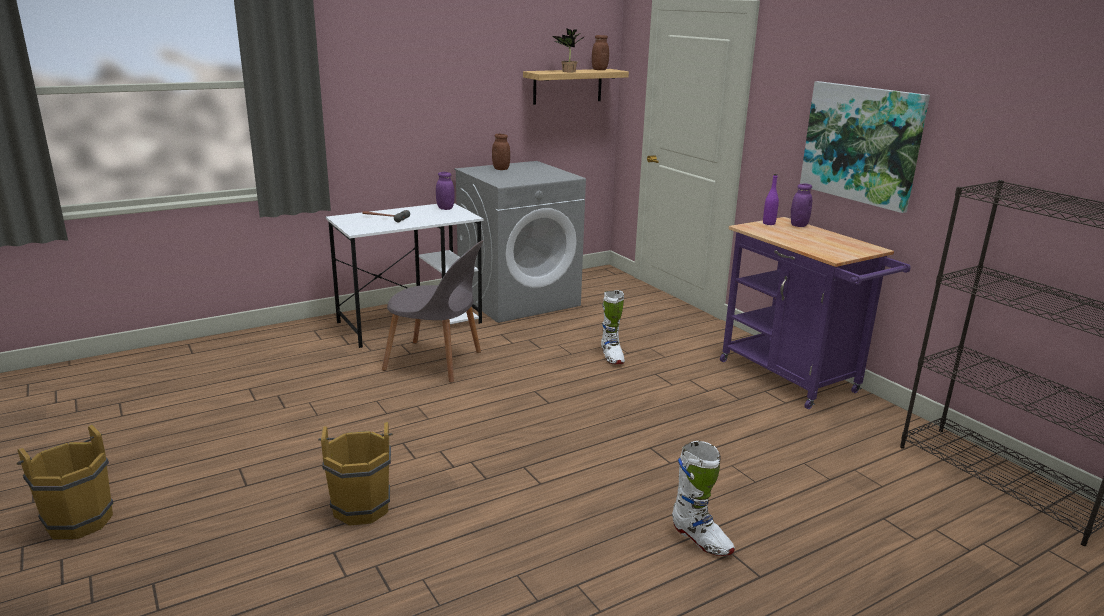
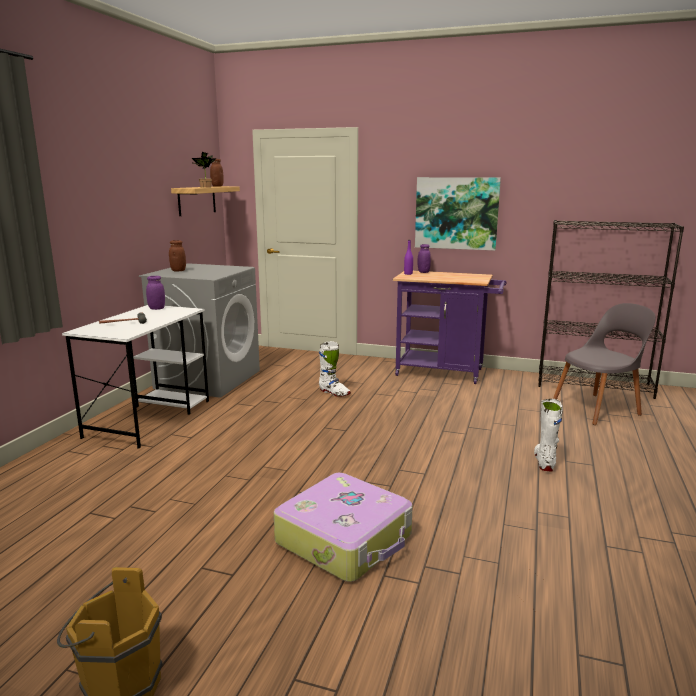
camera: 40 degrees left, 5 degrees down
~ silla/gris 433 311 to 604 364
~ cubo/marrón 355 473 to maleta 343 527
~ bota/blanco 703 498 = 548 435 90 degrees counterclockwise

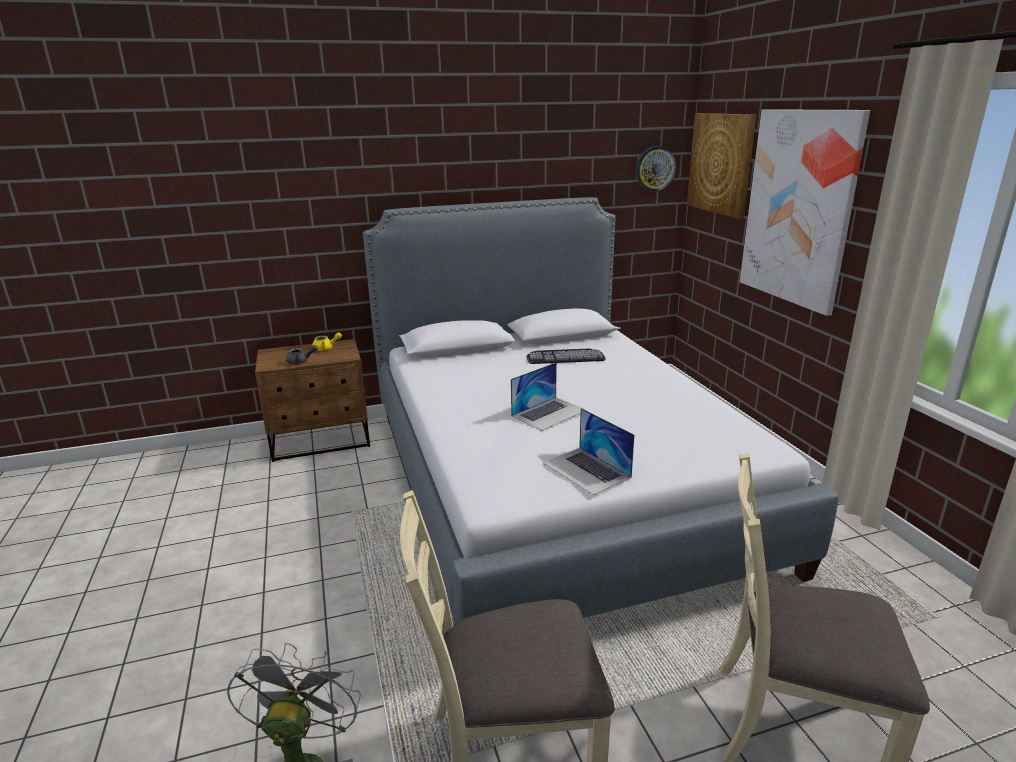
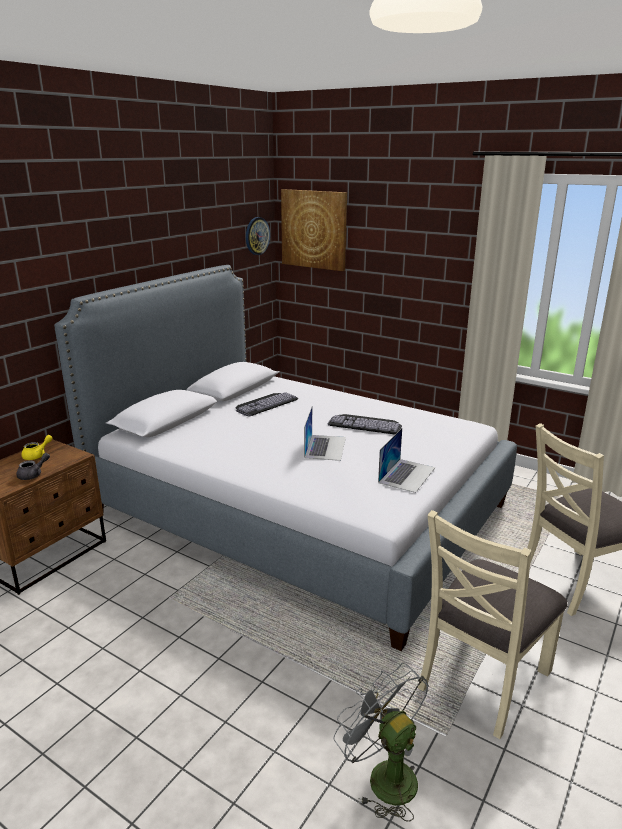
camera: 40 degrees left, 0 degrees up
- cuadro 805 212
+ teclado 365 424
~ portátil 589 451 = 406 460 75 degrees counterclockwise

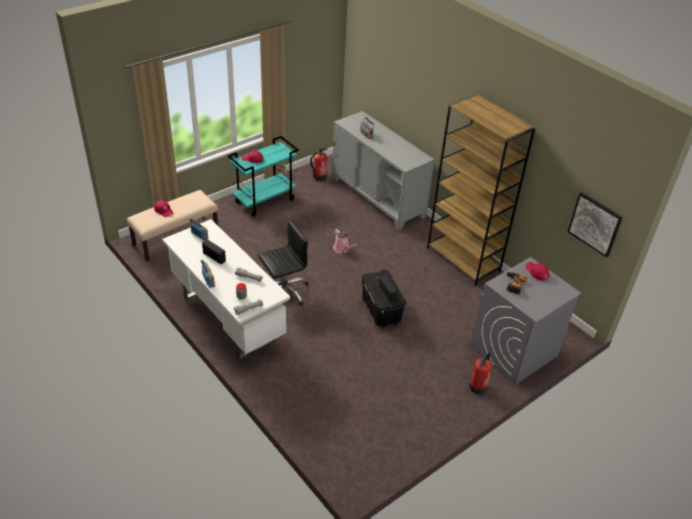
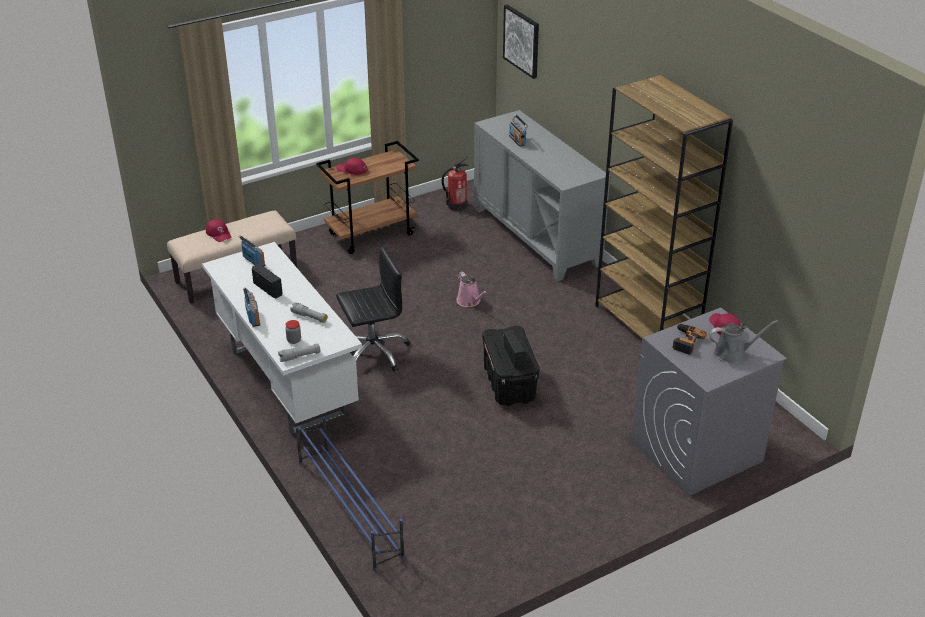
camera: 10 degrees right, 5 degrees down
- extintor 480 373
+ zapatero/azul 350 494
+ regadera/gris 743 341
~ cuadro 595 225 to 521 41
~ carrito/turquesa 263 176 to carrito/marrón 367 197

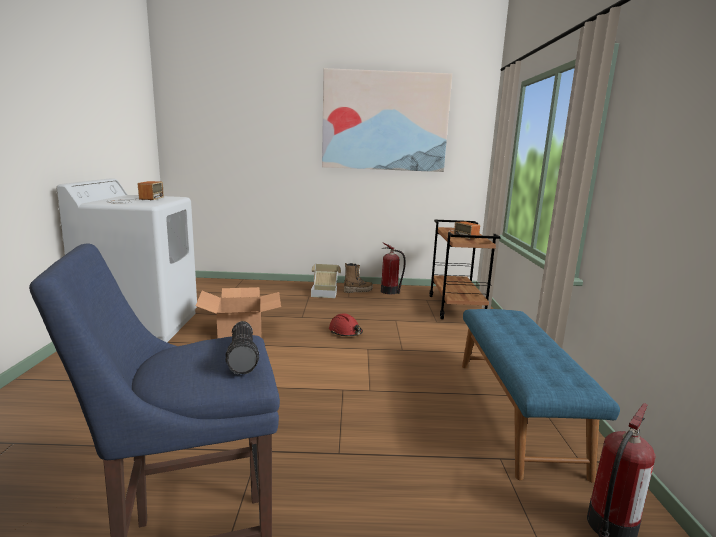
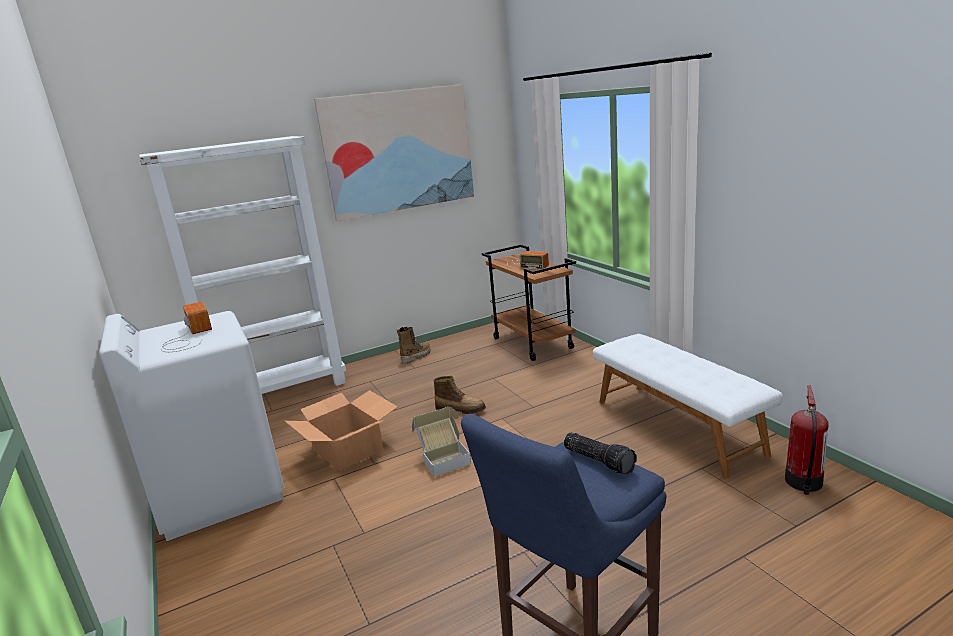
camera: 25 degrees left, 5 degrees up
- extintor 393 268
+ estantería/blanco 242 265
~ caja de cartón 326 281 to 441 442
~ casco/rojo 346 324 to bota 459 395
~ banco/azul 541 396 to banco/blanco 688 406

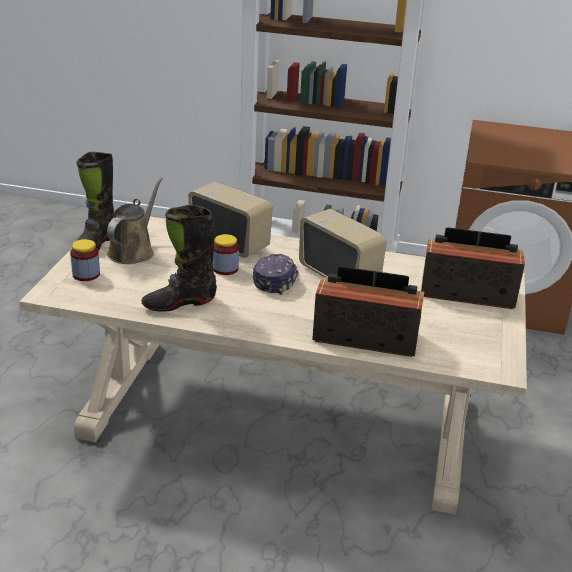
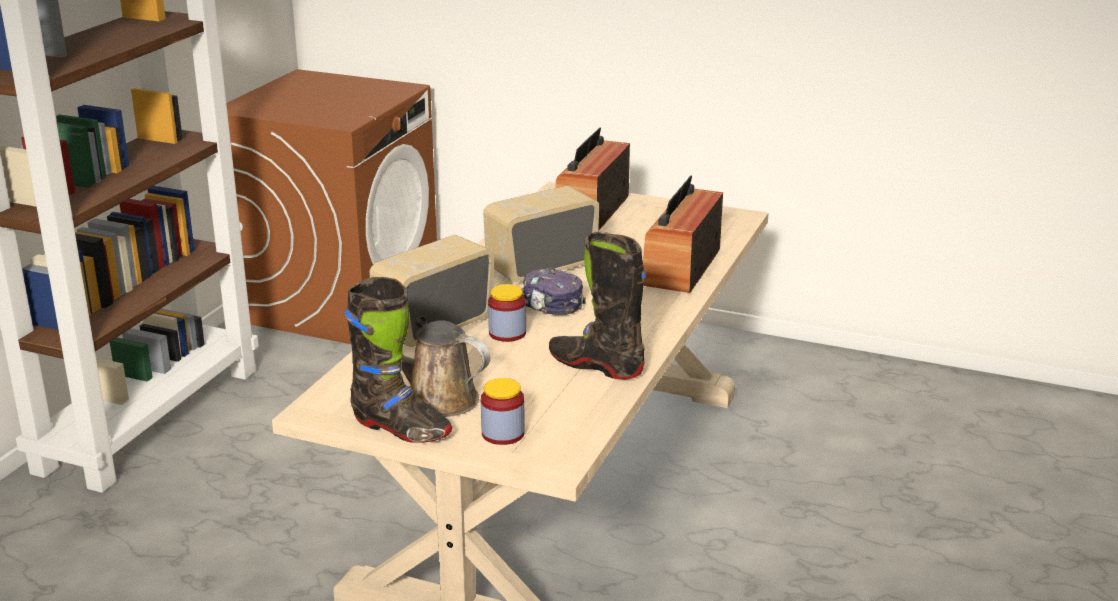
camera: 80 degrees left, 5 degrees down
~ bota/negro 179 258 = 598 306 135 degrees clockwise

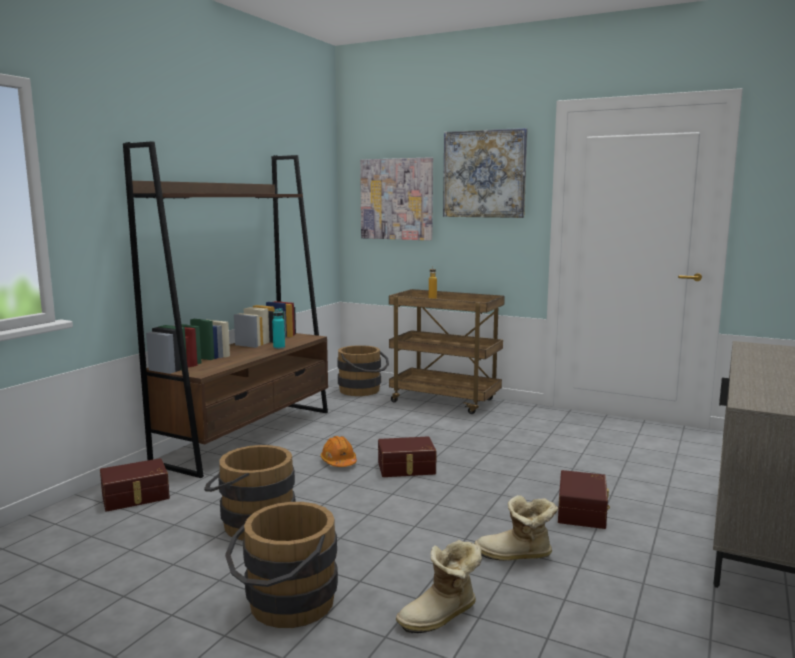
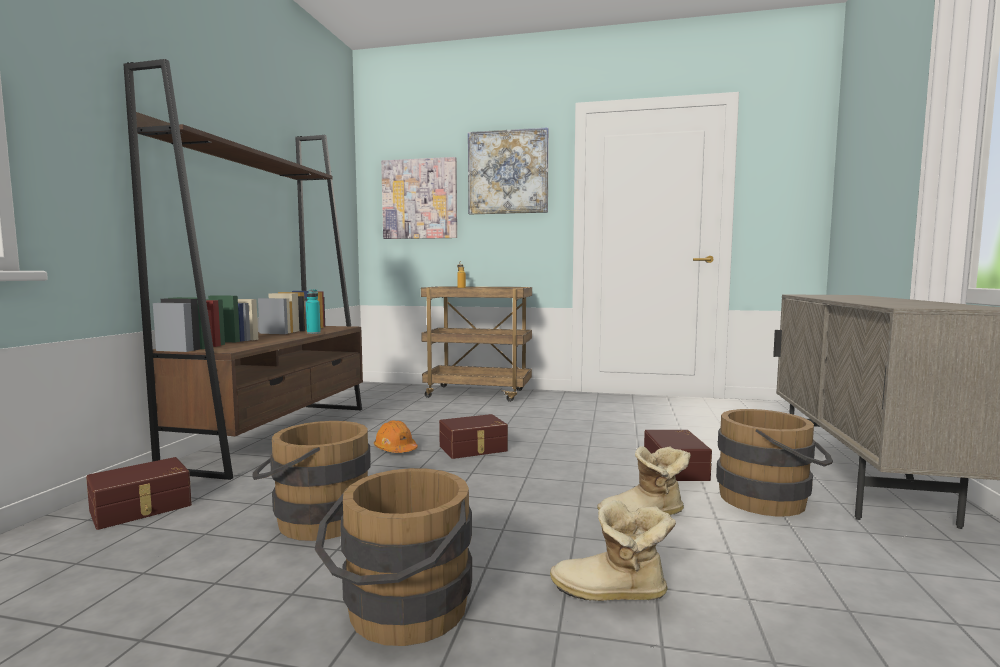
camera: 15 degrees left, 5 degrees down
~ cubo/marrón 363 370 to 774 462
~ bota 439 586 = 613 550 60 degrees clockwise

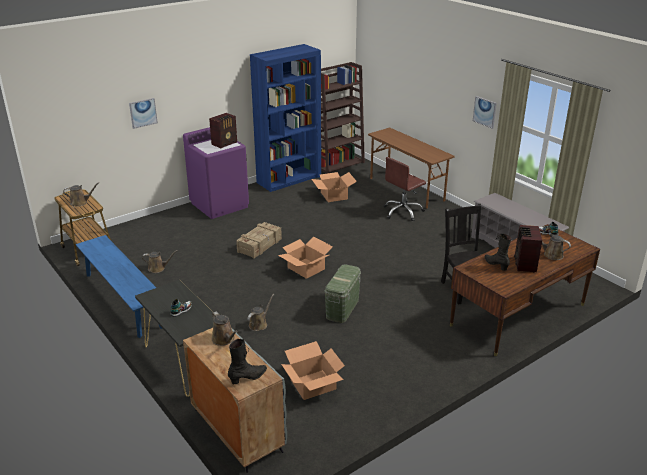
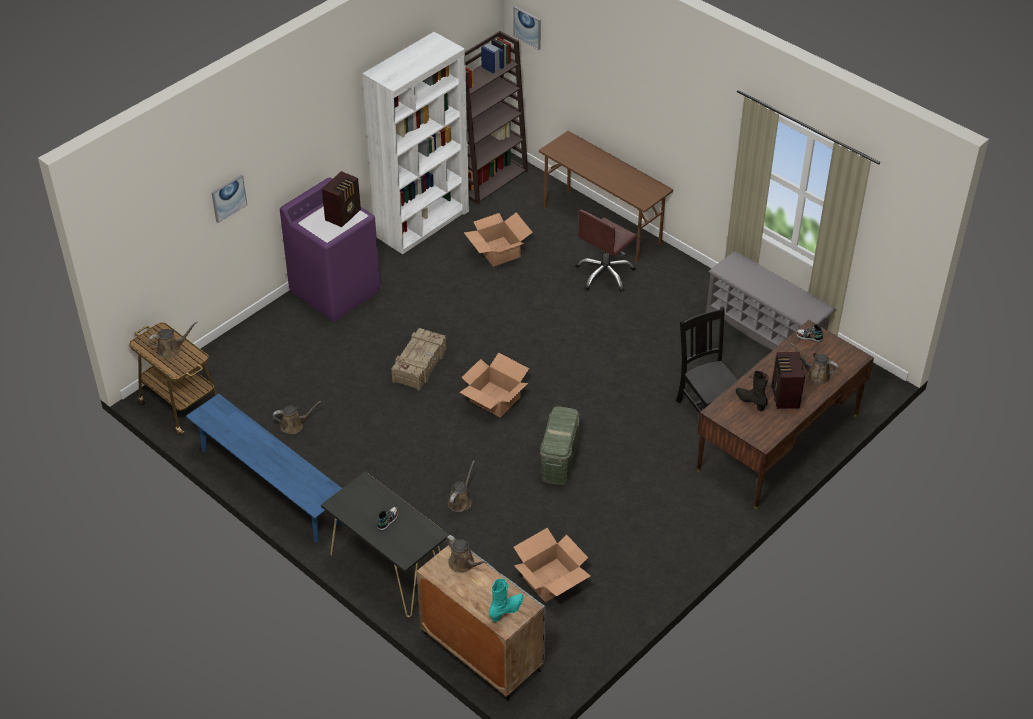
camera: 10 degrees left, 15 degrees up
~ cuadro 485 112 to 527 28
~ bota/negro 247 361 to bota/turquesa 506 600
~ estantería/azul 285 118 to estantería/blanco 415 143

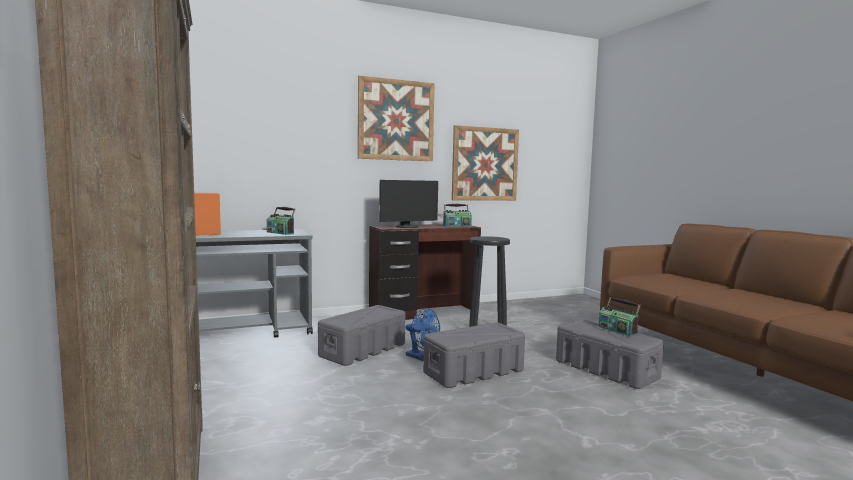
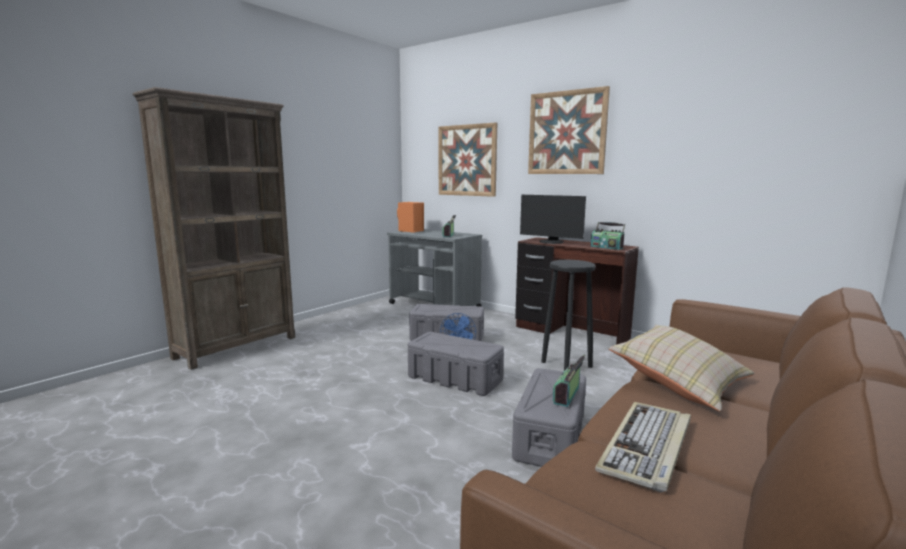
camera: 60 degrees right, 5 degrees up
+ teclado 643 447
+ cojín/beis 681 368
~ cuadro 485 163 to 468 159

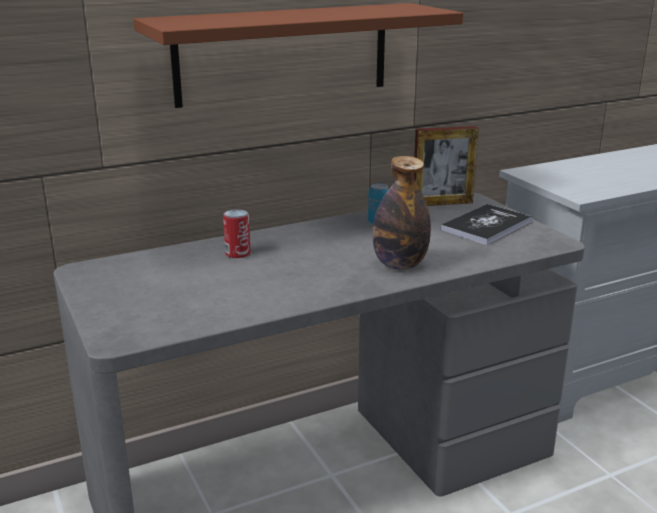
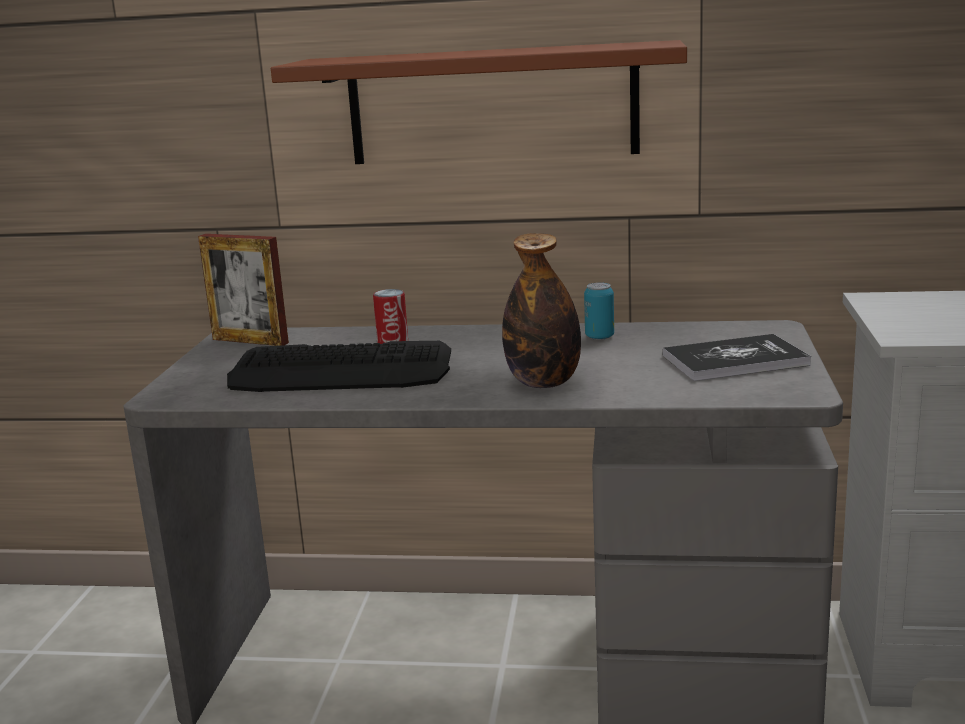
camera: 35 degrees right, 5 degrees down
+ teclado 339 366
~ portarretratos 446 166 to 243 290

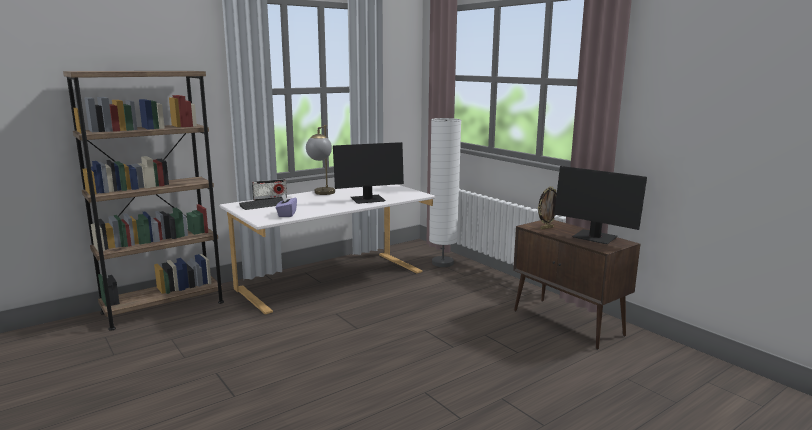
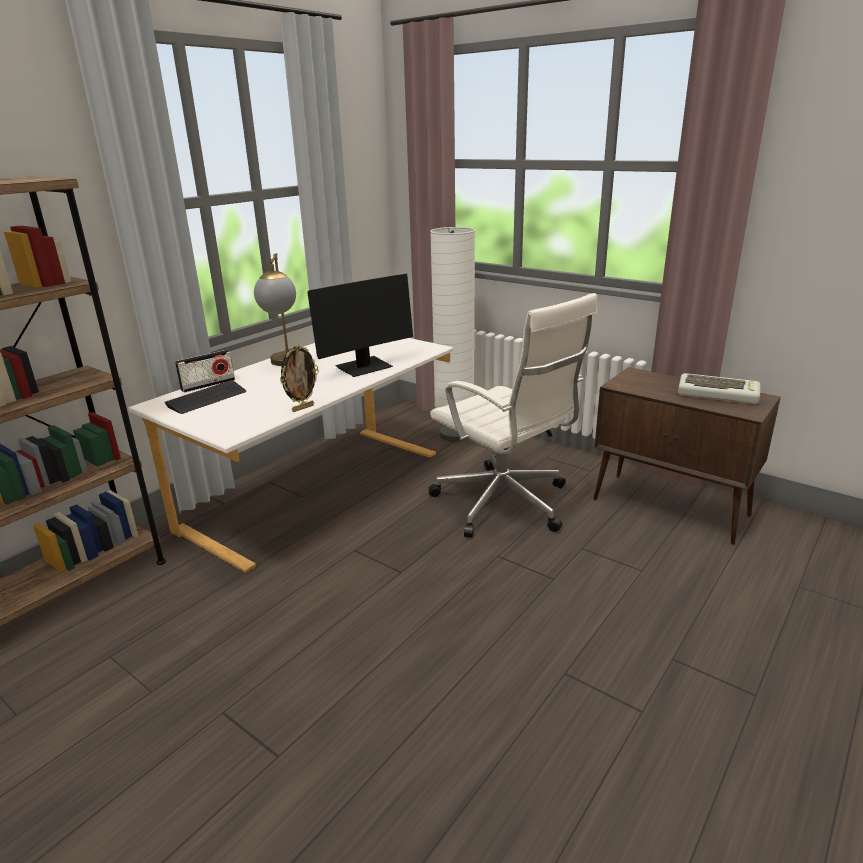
camera: 15 degrees left, 10 degrees up
- caja de pañuelos/morado 286 205
+ silla de oficina/blanco 513 415
~ portarretratos 547 208 to 299 378
~ monitor 600 205 to teclado 719 388

